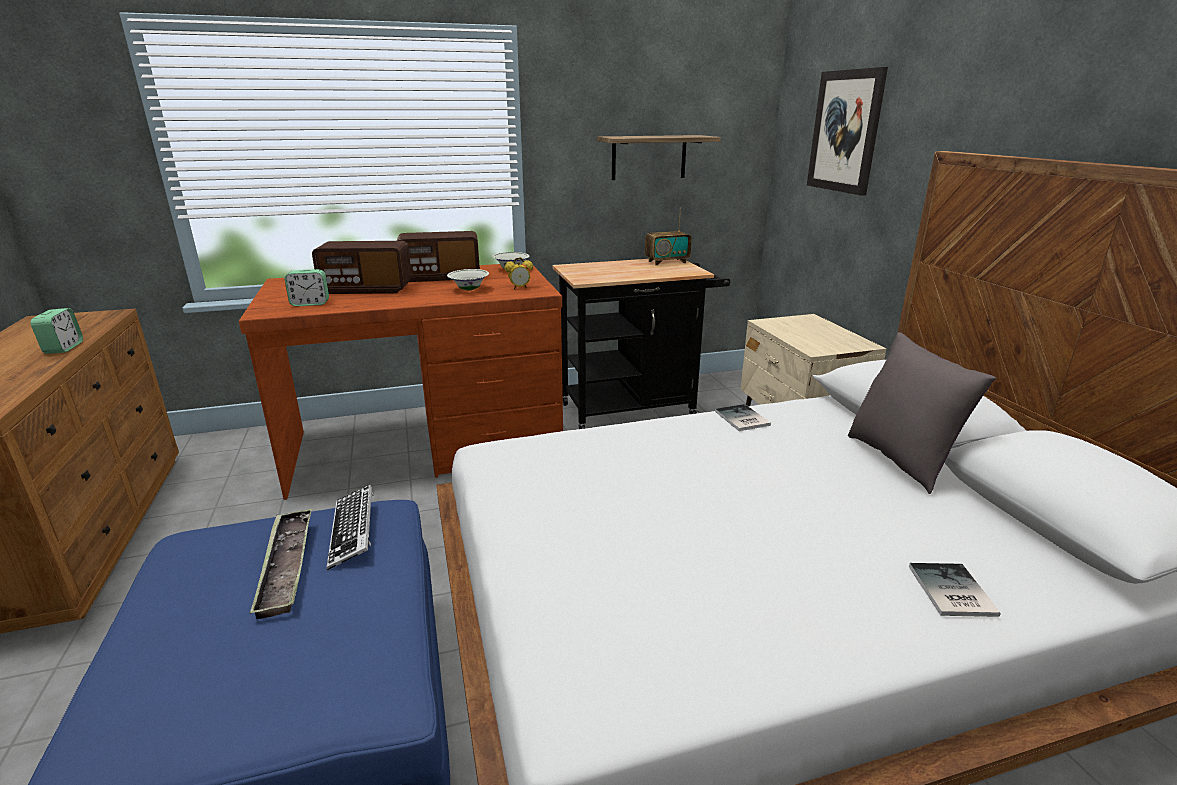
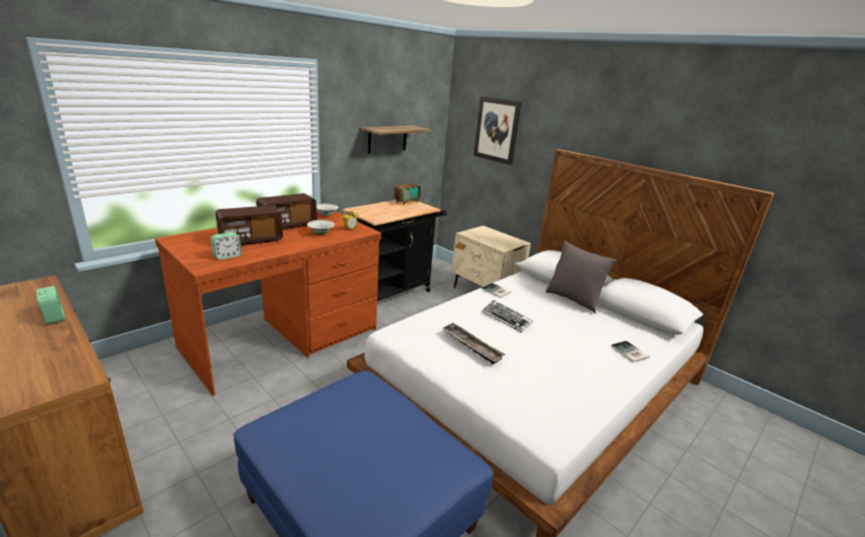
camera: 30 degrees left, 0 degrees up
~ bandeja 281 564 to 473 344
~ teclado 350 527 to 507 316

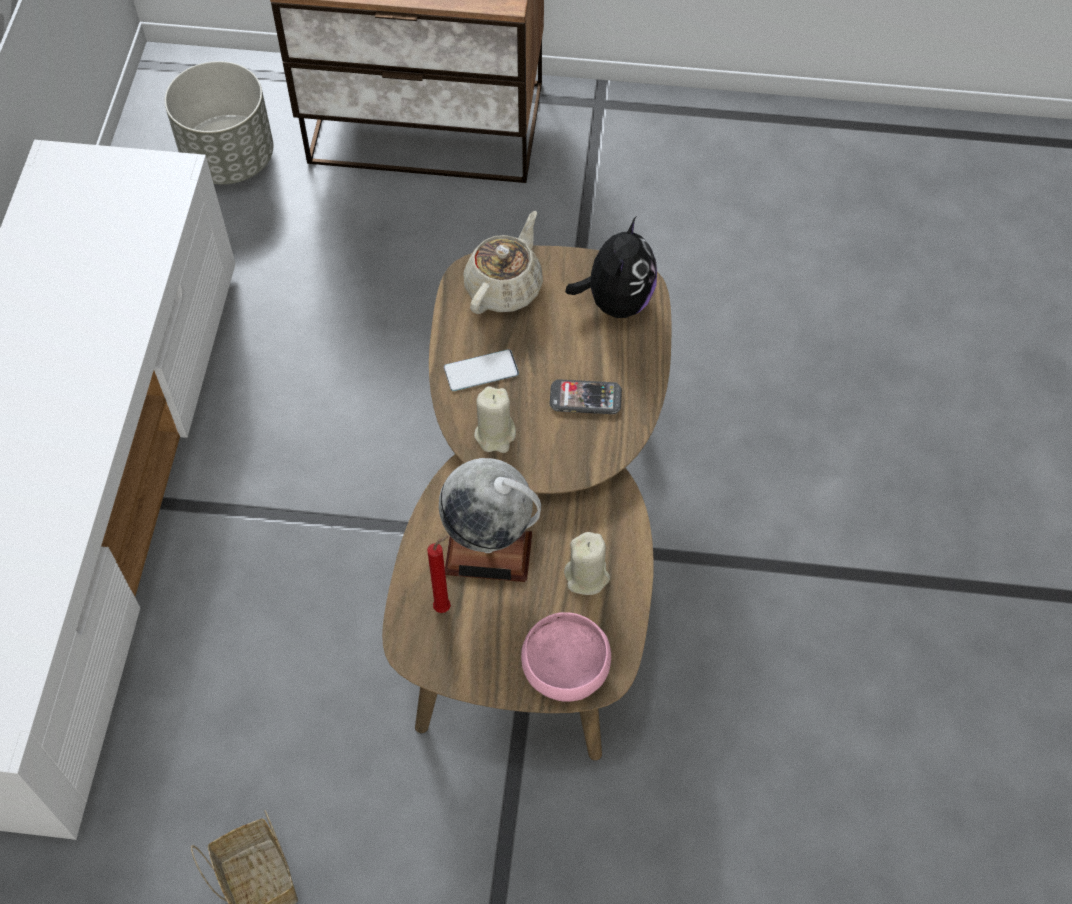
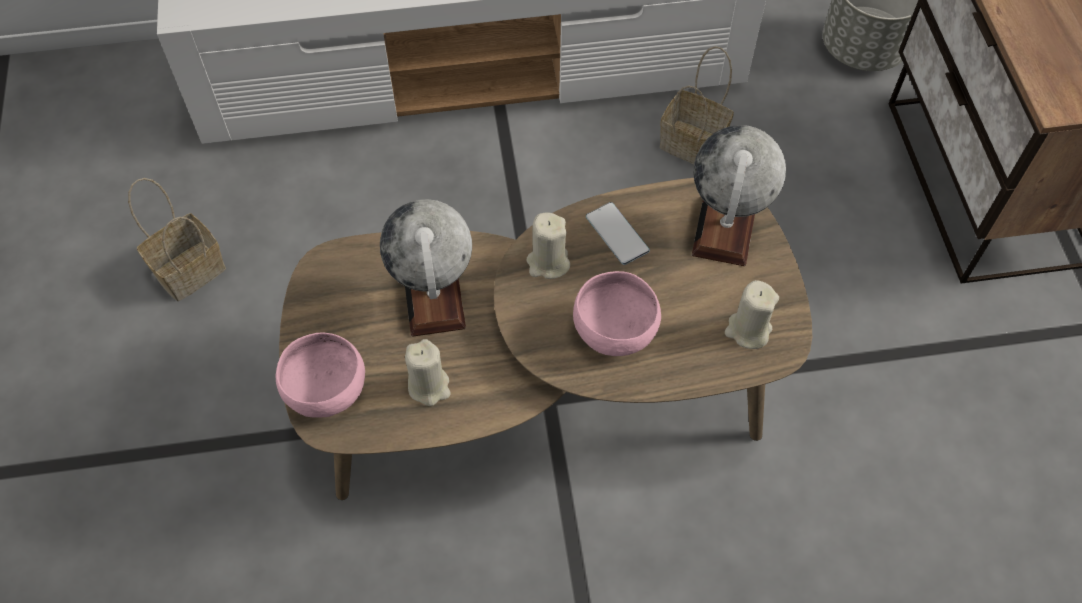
camera: 75 degrees right, 0 degrees up
- vela/rojo 439 574
+ cesta 697 105
~ tetera/beis 503 262 to globo terráqueo 739 195
~ móvil 586 396 to cuenco/rosa 617 313
~ peluche 611 267 to vela/beis 752 314

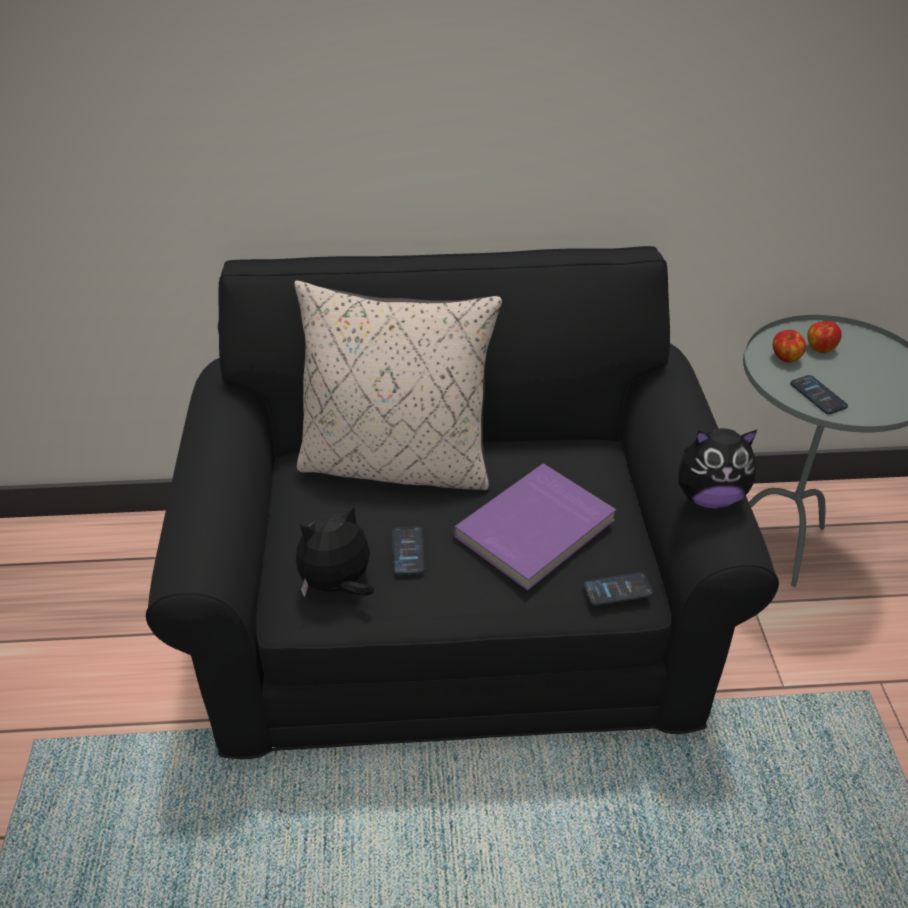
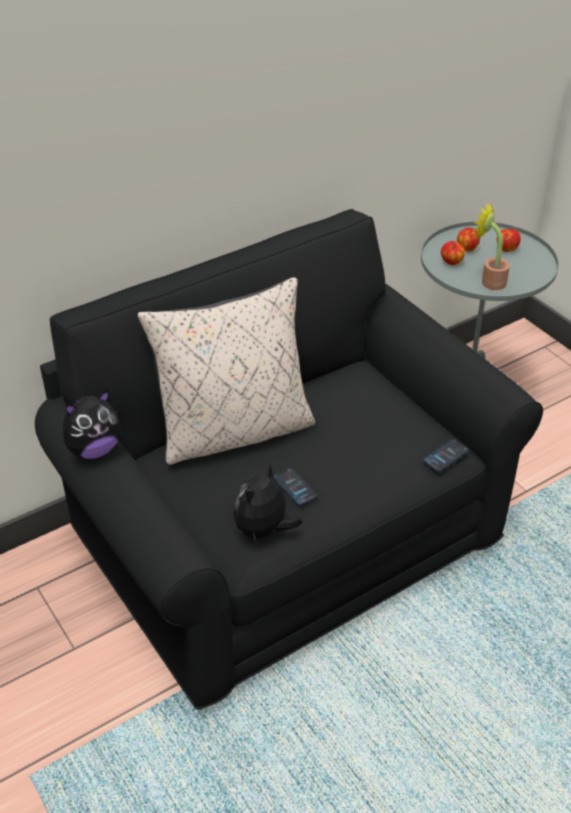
camera: 30 degrees left, 0 degrees up
- libro/morado 534 527
+ manzana 509 240
~ peluche 718 468 to 92 424
~ móvil 819 394 to planta en maceta 491 246

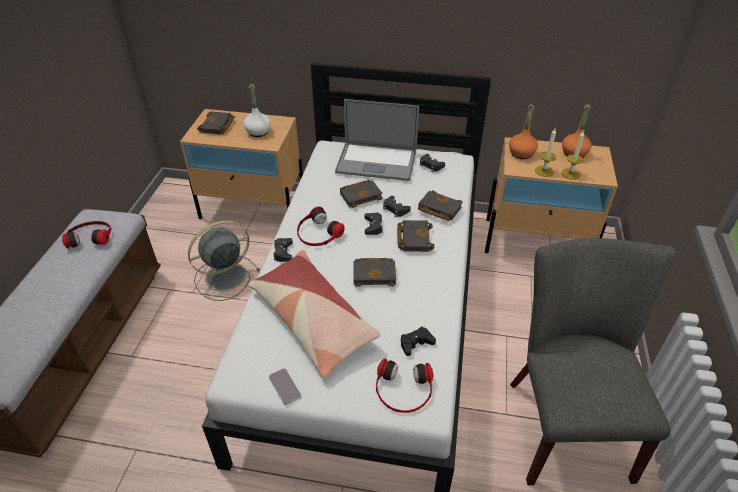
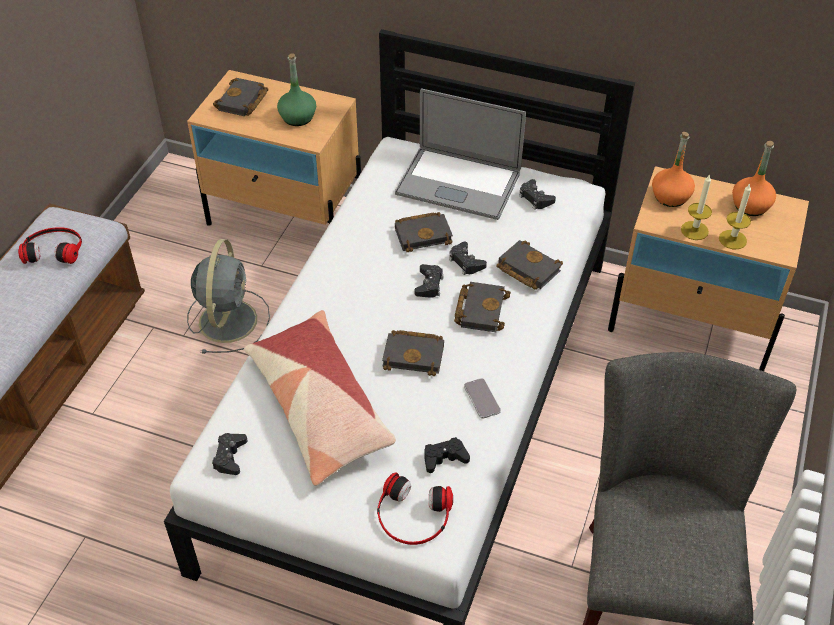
camera: 10 degrees right, 5 degrees up
- auriculares 321 226
~ móvil 285 386 to 482 398
~ mando de consola/negro 283 250 to 229 454
~ botella/blanco 257 110 to botella/verde 296 89
~ ventilador/gris 224 260 = 228 296 120 degrees clockwise

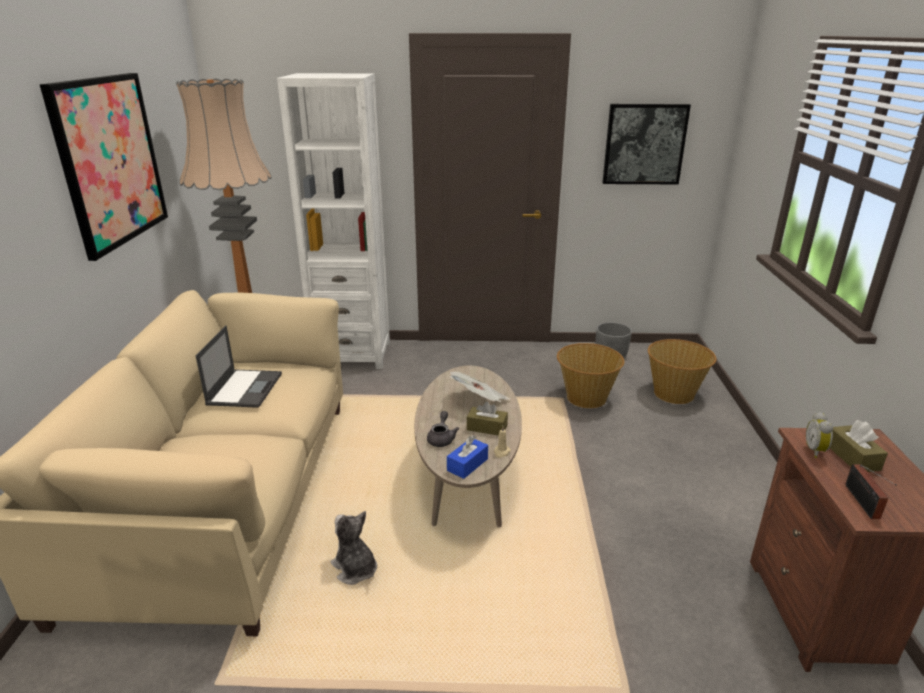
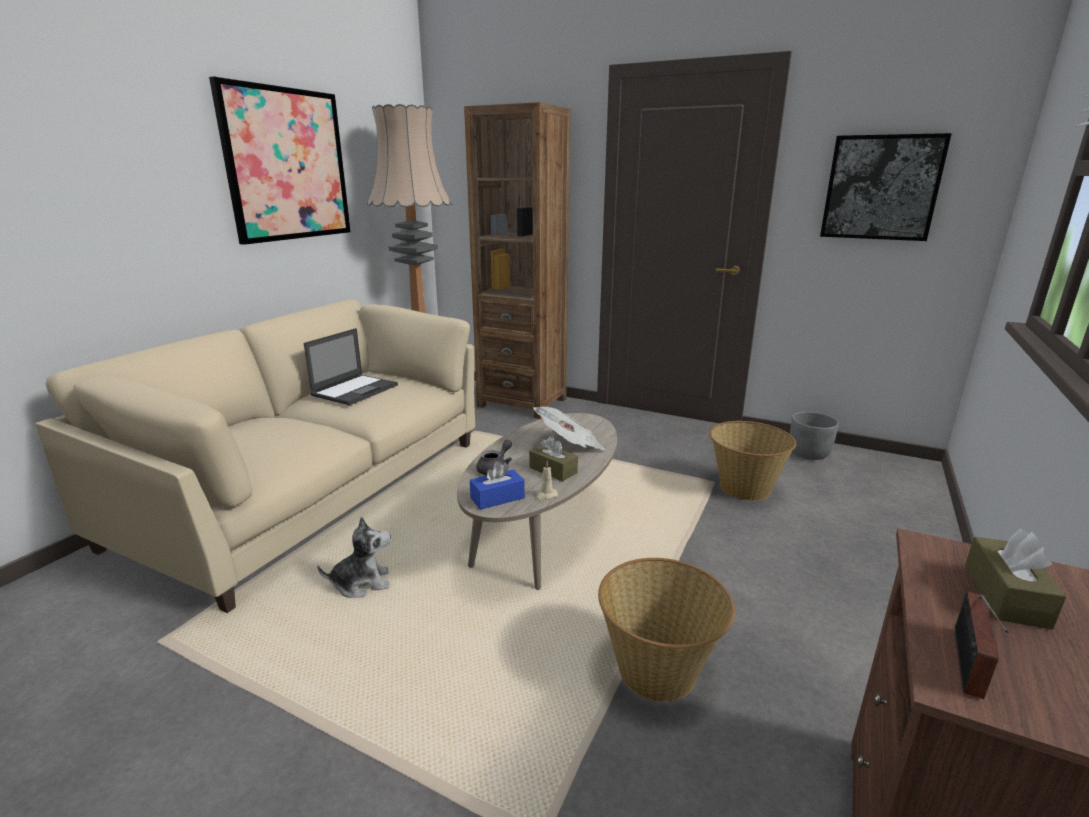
camera: 25 degrees right, 5 degrees down
- despertador 819 435
~ cesta 682 371 to 666 630
~ estantería/blanco 333 221 to estantería/marrón 517 260
~ peluche 354 548 = 354 557 90 degrees clockwise

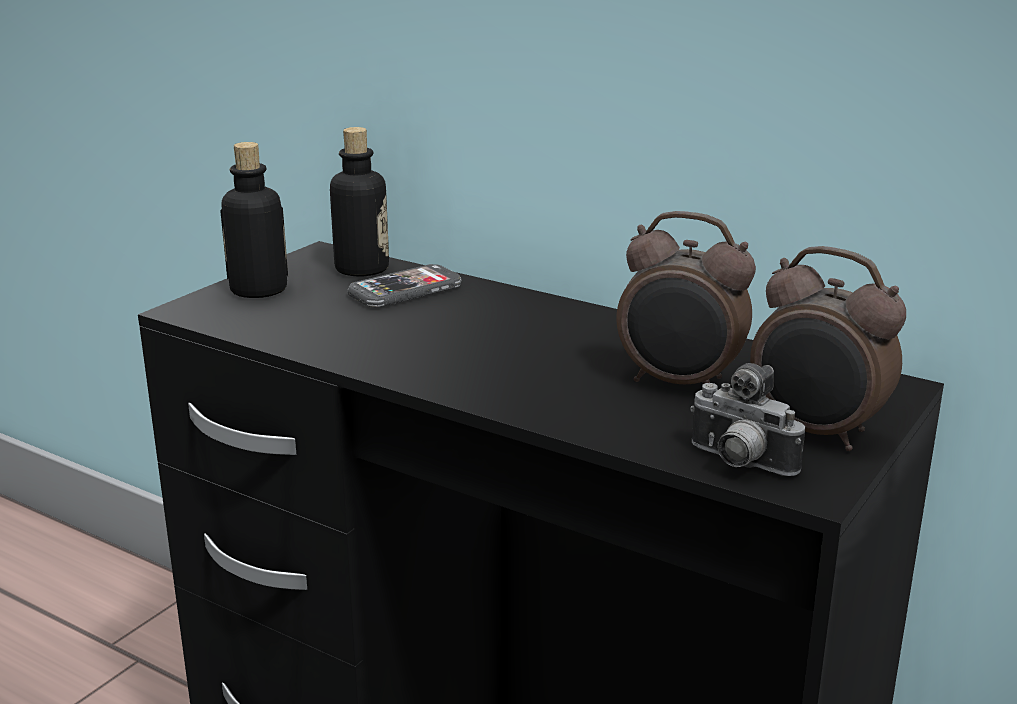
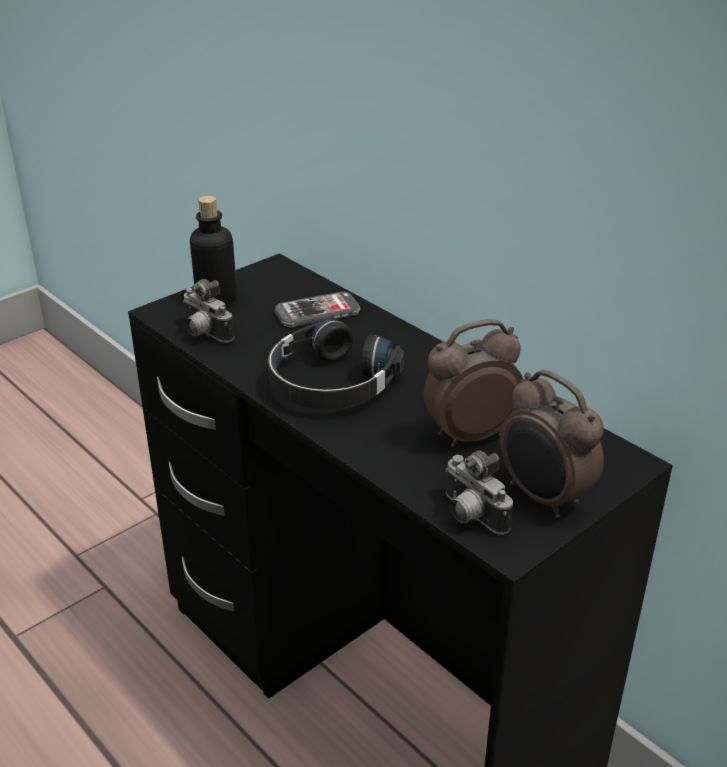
camera: 15 degrees right, 10 degrees up
- botella 359 202
+ cámara 208 311
+ auriculares/negro 336 364
~ despertador 686 297 = 473 383 120 degrees clockwise

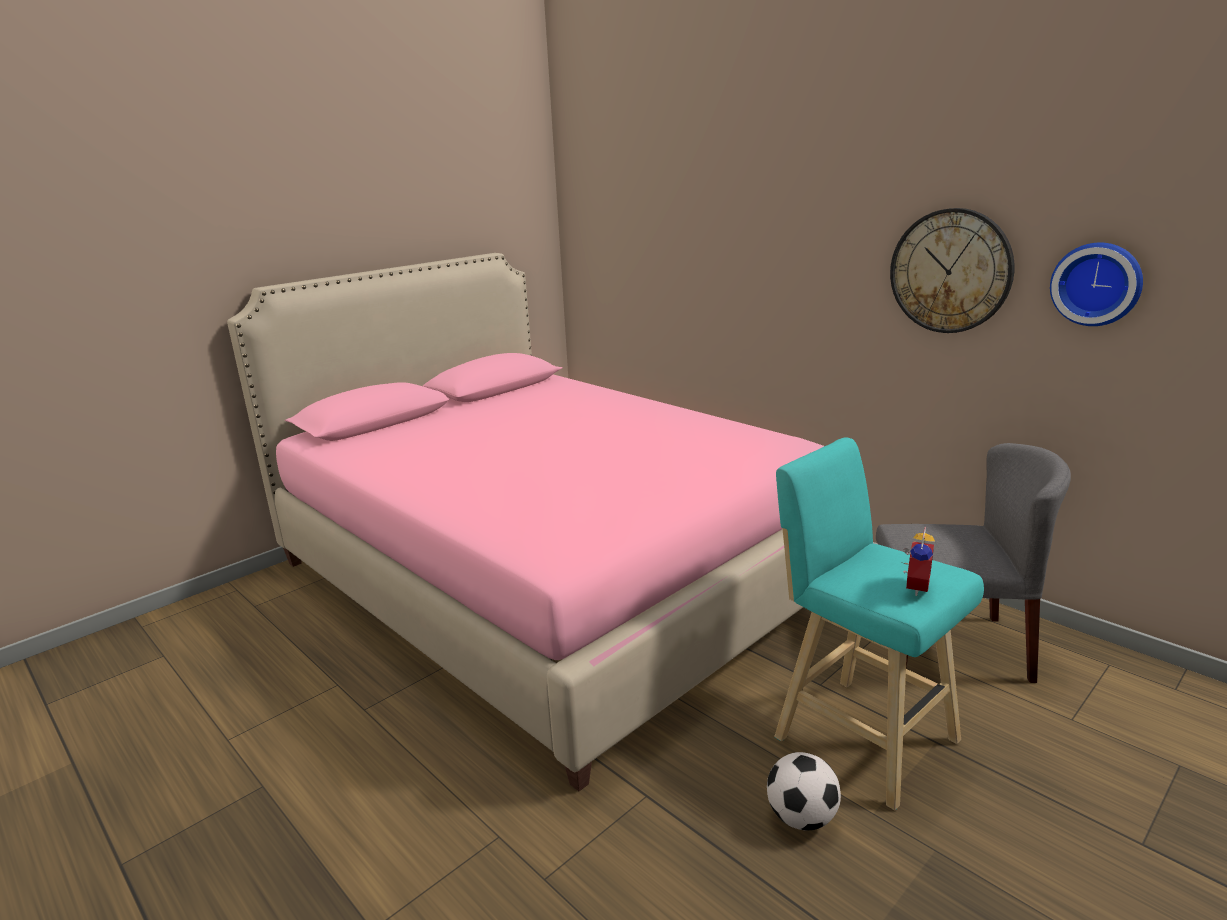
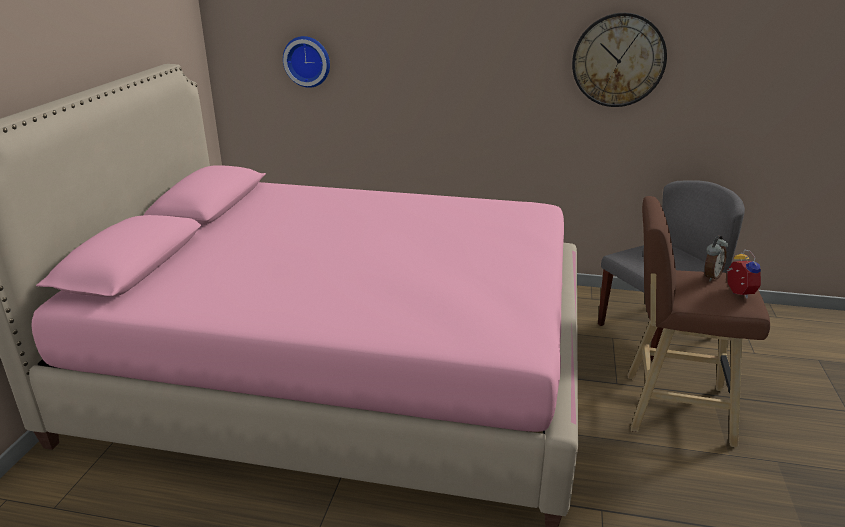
camera: 35 degrees left, 5 degrees up
- balón de fútbol 804 791
+ despertador 716 258
~ reloj de pared 1096 284 to 306 62
~ taburete/turquesa 879 624 to taburete/marrón 699 322

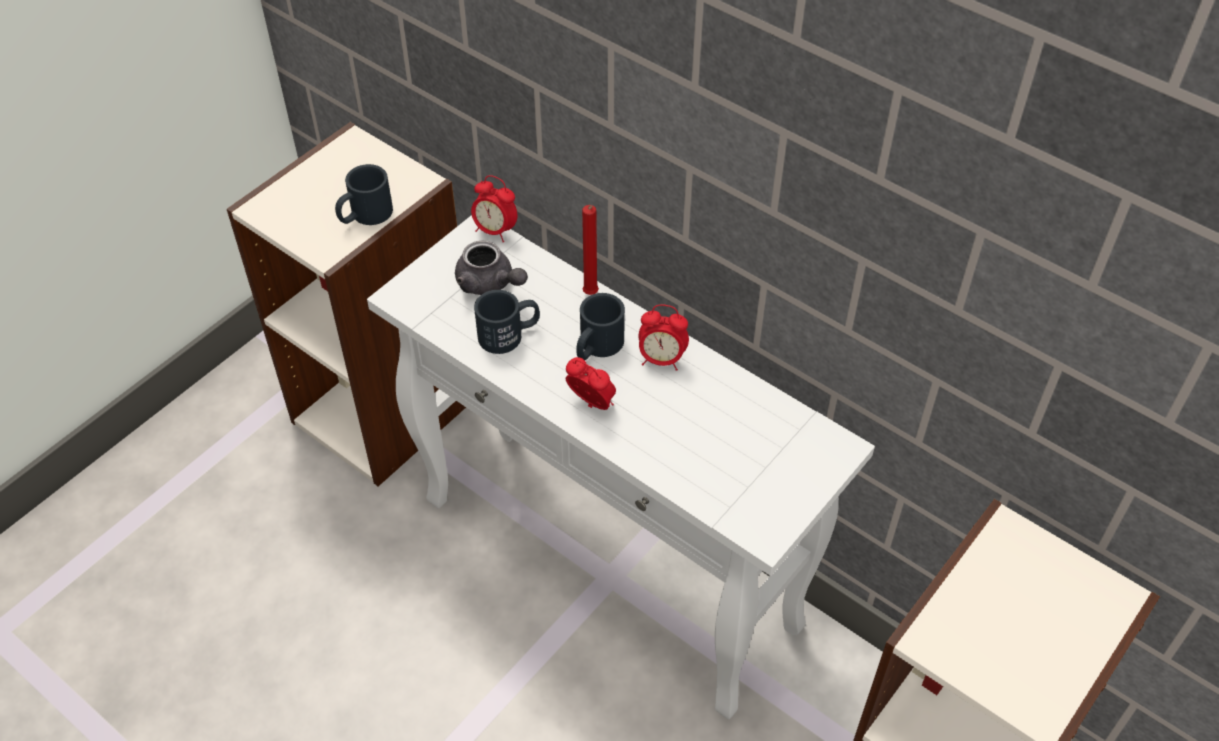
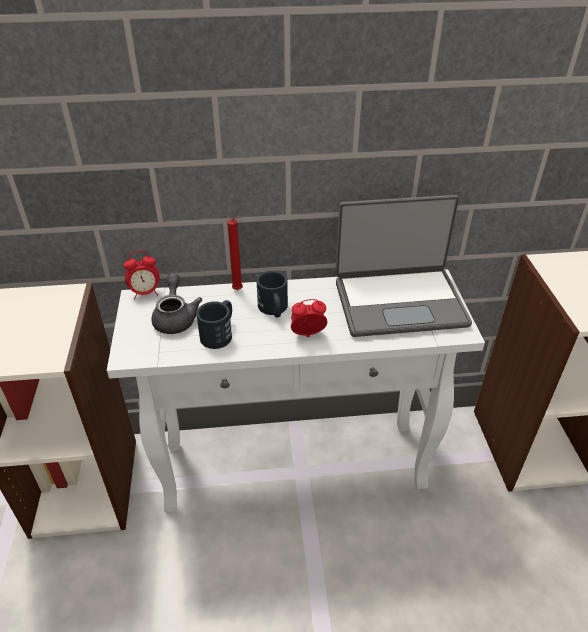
camera: 45 degrees left, 10 degrees down
- taza grande/negro 364 194
- despertador 664 337
+ portátil 403 266
~ tetera/gris 491 268 = 176 303 90 degrees counterclockwise

